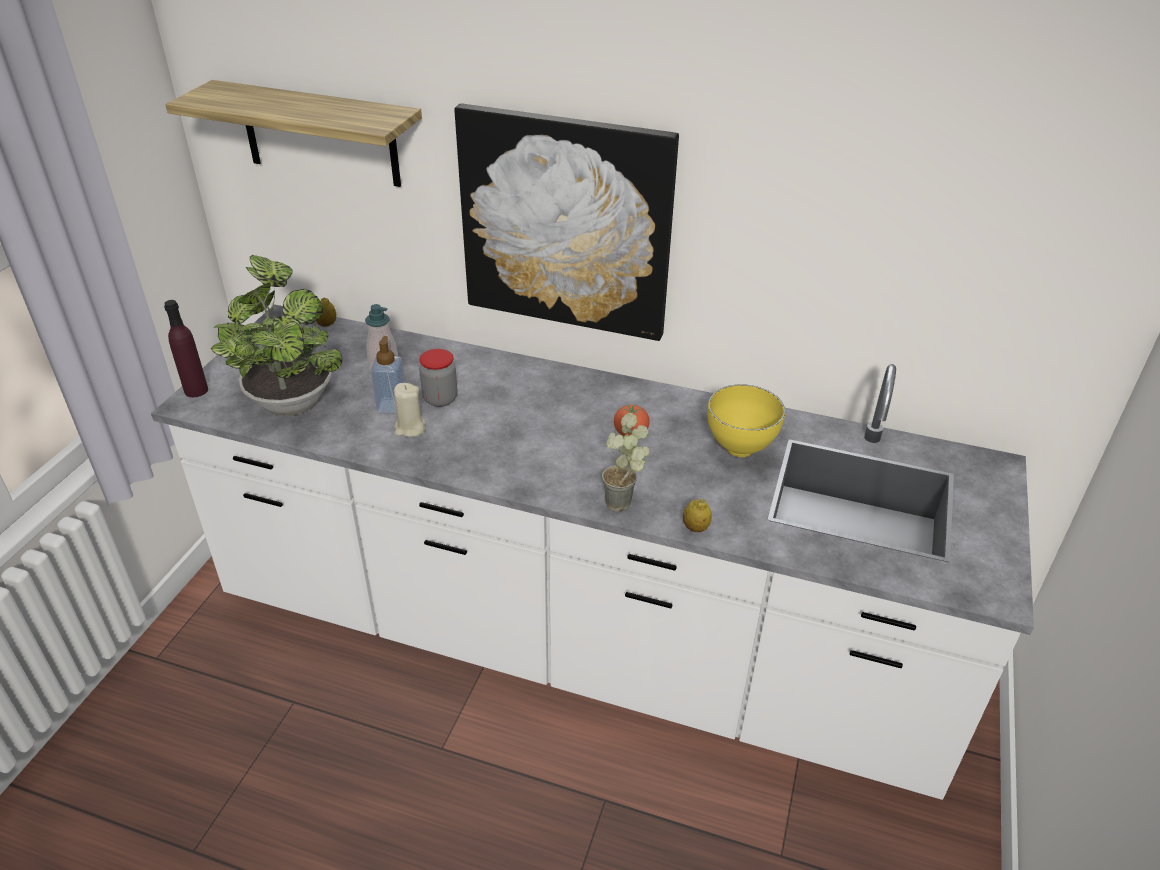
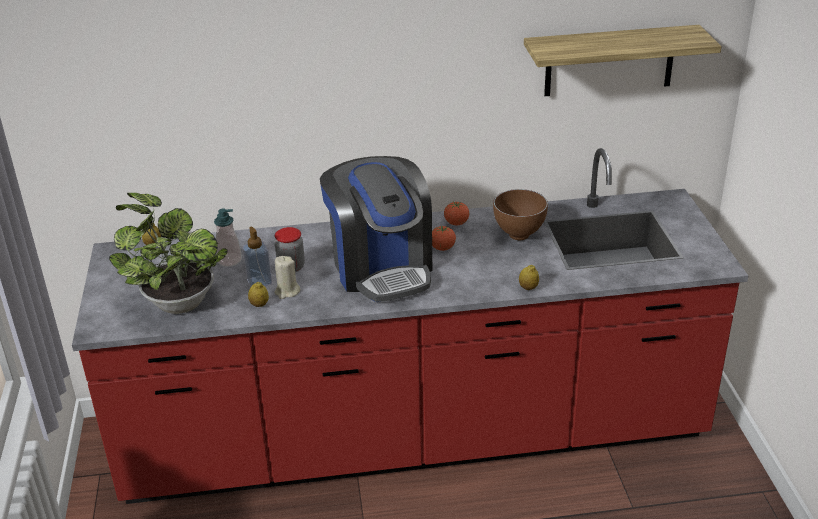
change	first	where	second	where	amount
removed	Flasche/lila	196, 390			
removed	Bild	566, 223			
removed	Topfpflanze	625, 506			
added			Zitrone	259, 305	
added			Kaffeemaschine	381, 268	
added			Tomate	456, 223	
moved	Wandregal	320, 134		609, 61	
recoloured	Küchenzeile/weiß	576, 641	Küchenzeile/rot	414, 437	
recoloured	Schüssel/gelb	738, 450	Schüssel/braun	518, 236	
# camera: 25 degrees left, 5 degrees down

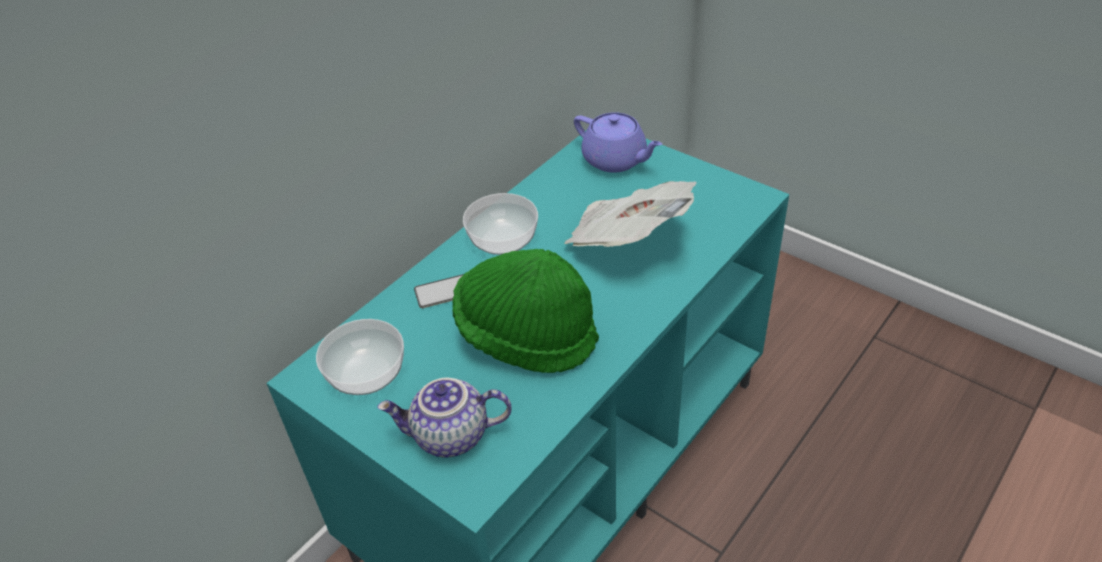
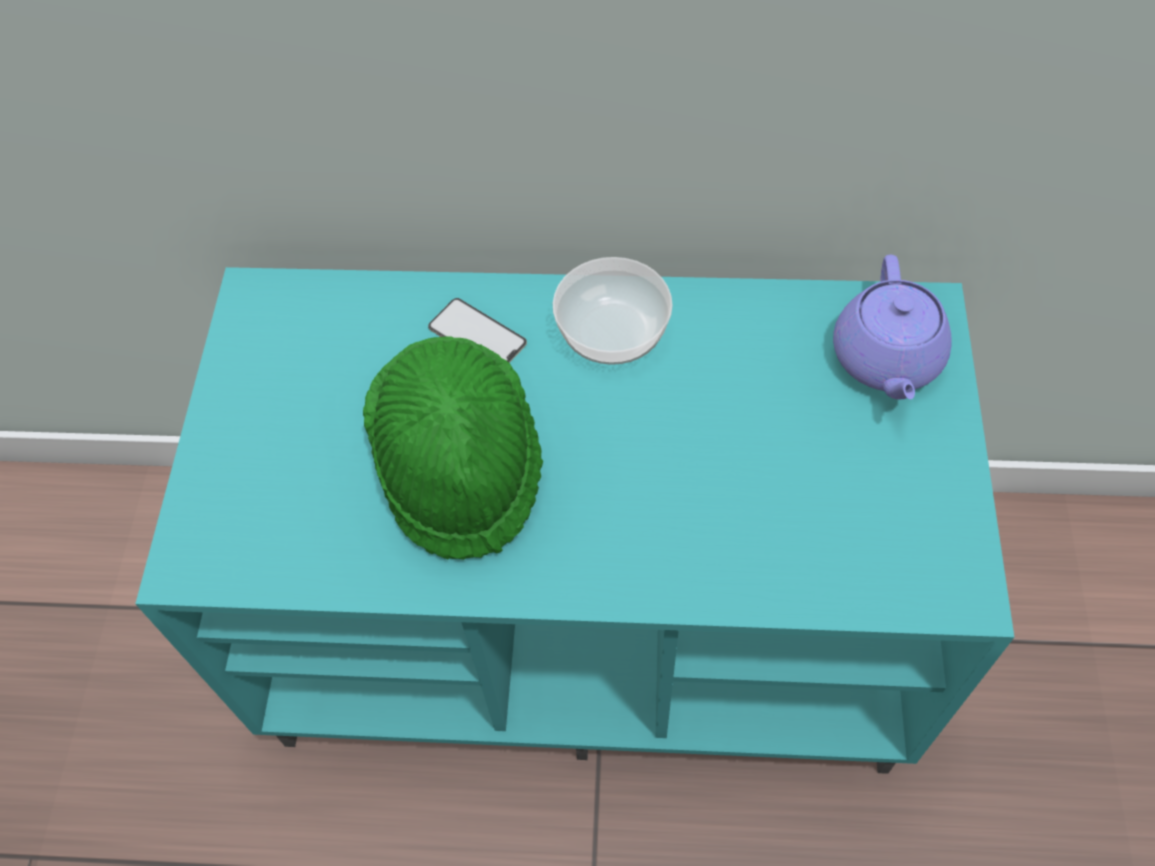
change	first	where	second	where	amount
removed	Schüssel	365, 372			
removed	Teekanne	450, 437			
removed	Zeitung	628, 240			
# camera: 55 degrees right, 15 degrees up

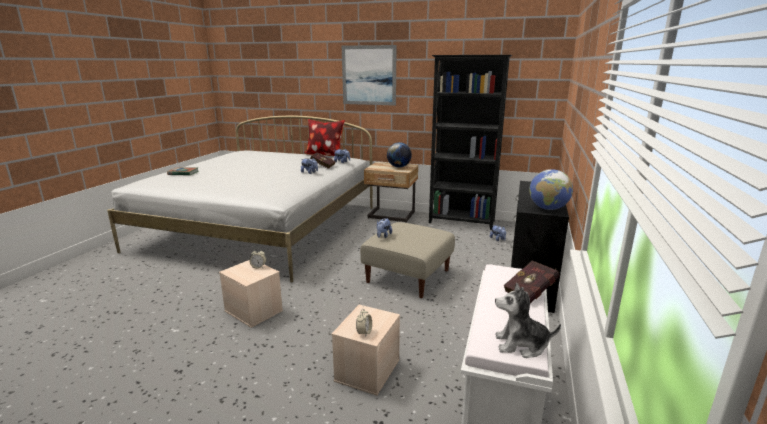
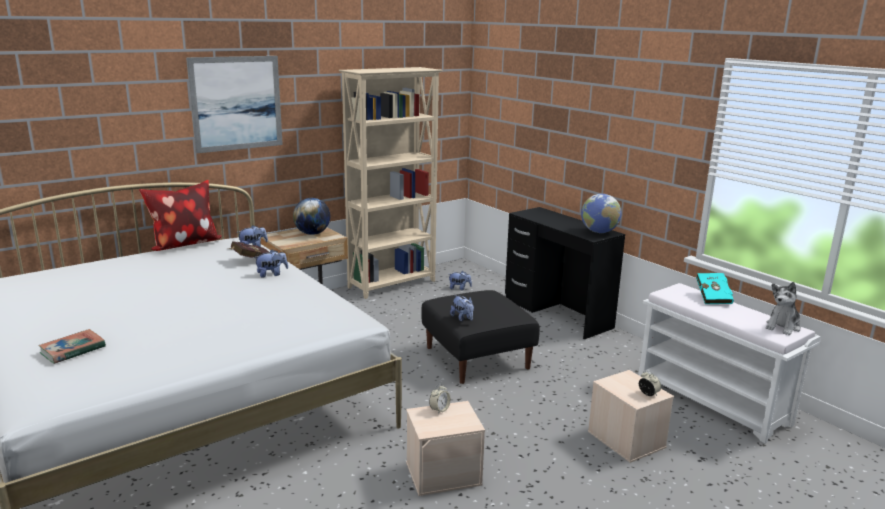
change	first	where	second	where	amount
recoloured	Polsterhocker/beige	408, 276	Polsterhocker/schwarz	478, 358	
recoloured	Bücherregal/schwarz	462, 222	Bücherregal/beige	393, 284	
recoloured	Buch/rot	532, 292	Buch/türkis	712, 297	
# camera: 55 degrees left, 0 degrees up

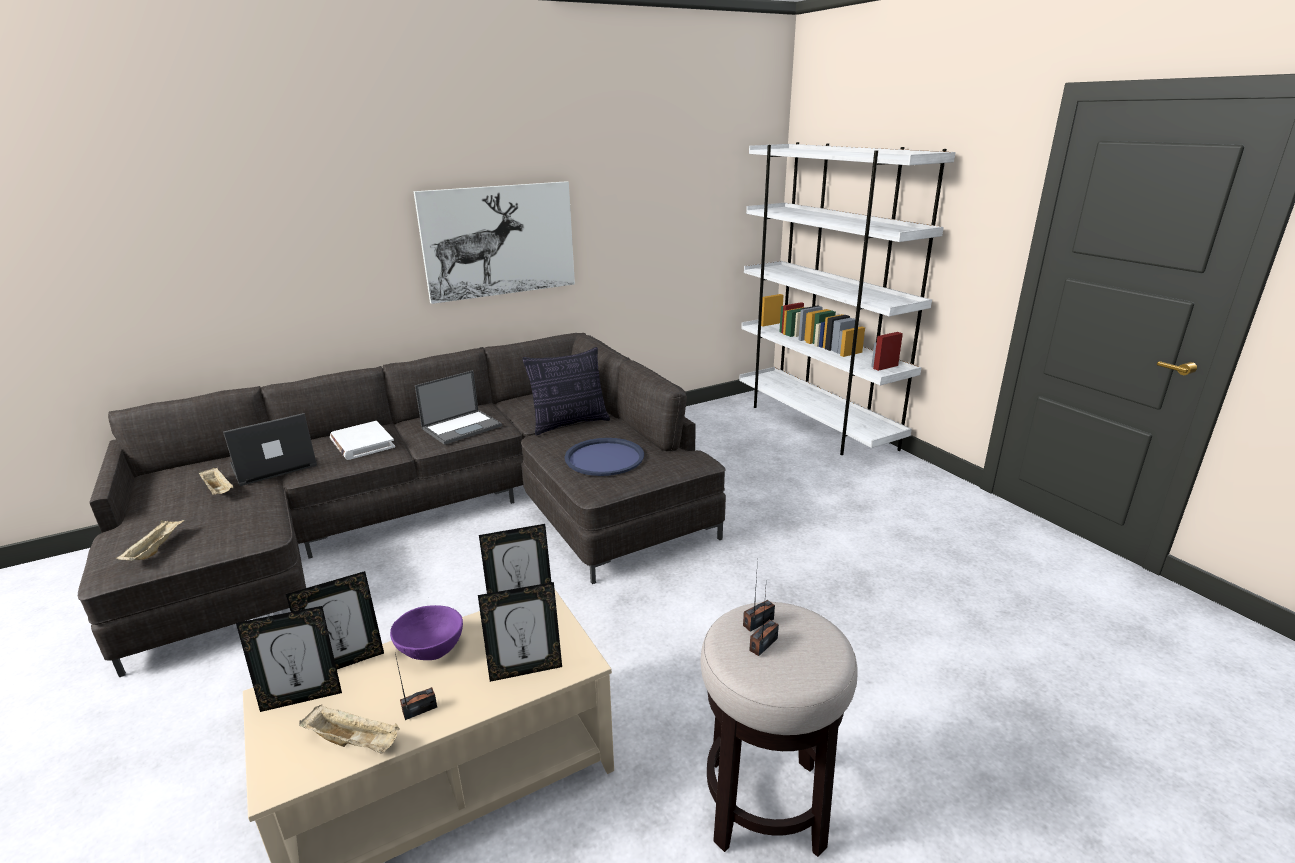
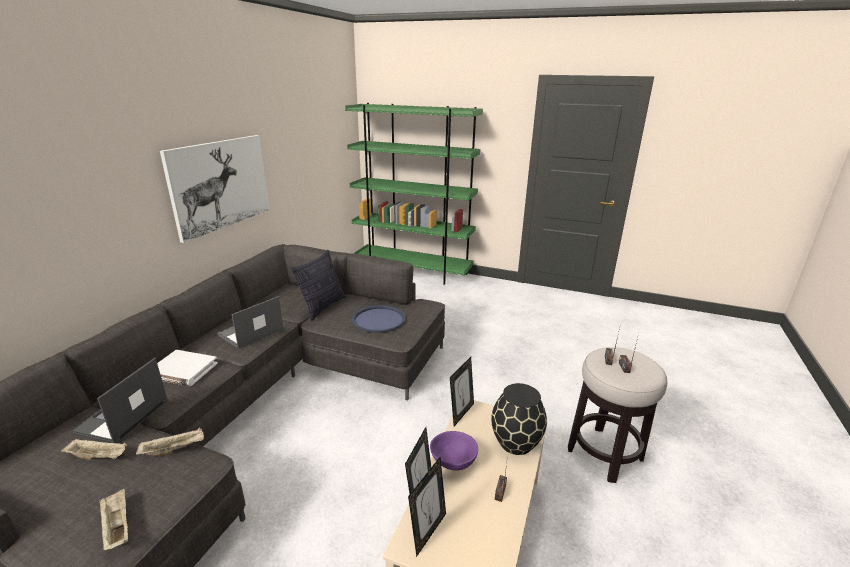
change	first	where	second	where	amount
moved	Tablett/beige	354, 741		174, 449	
replaced	Bilderrahmen	525, 670	Vase/schwarz	515, 442	
recoloured	Bücherregal/weiß	815, 424	Bücherregal/grün	413, 271	
turned	Laptop	462, 427		250, 332	150 degrees counterclockwise
# camera: 40 degrees left, 0 degrees up

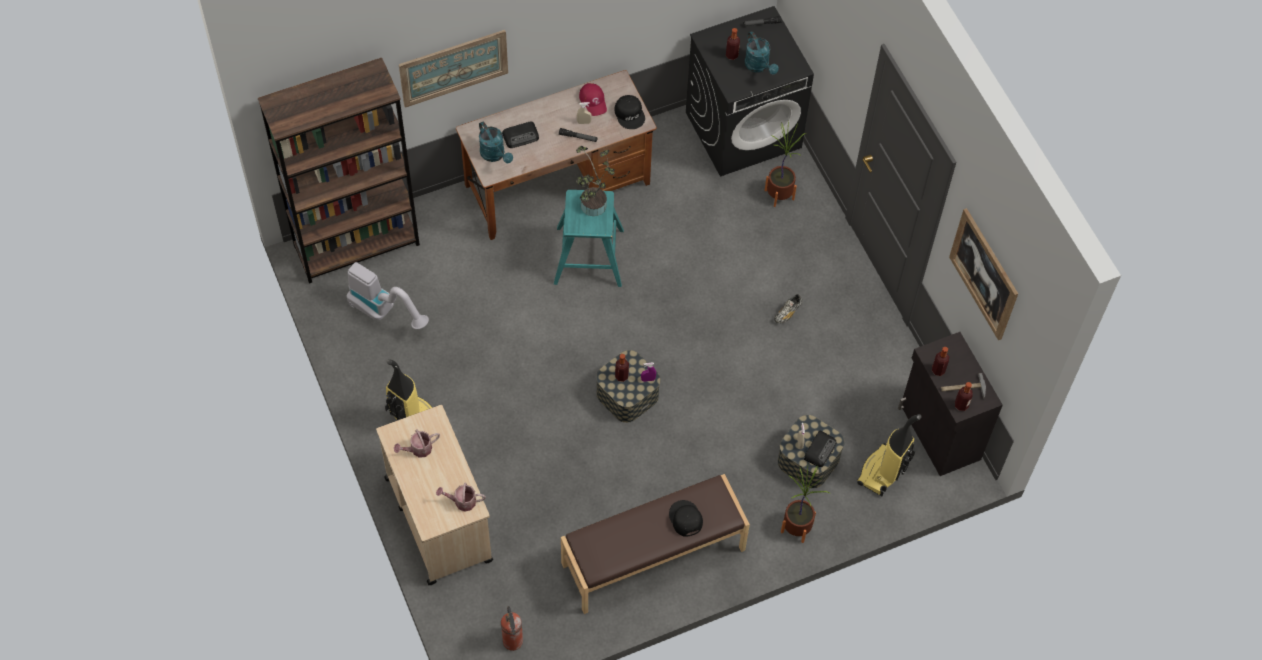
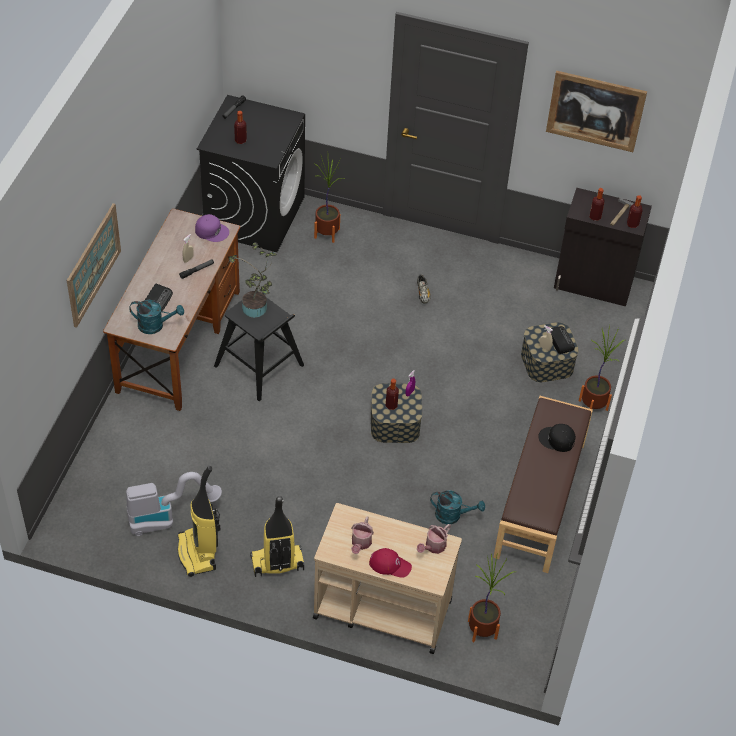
change	first	where	second	where	amount
removed	Bücherregal/braun	357, 245			
removed	Feuerlöscher	513, 642			
added			Topfpflanze	482, 630	
moved	Kappe/rot	593, 101		390, 564	
moved	Gießkanne/türkis	759, 66		453, 515	
moved	Staubsauger	882, 472		198, 553	
recoloured	Hocker/türkis	588, 257	Hocker/schwarz	259, 366	
recoloured	Kappe/schwarz	630, 114	Kappe/lila	212, 231	
# camera: 50 degrees left, 10 degrees down

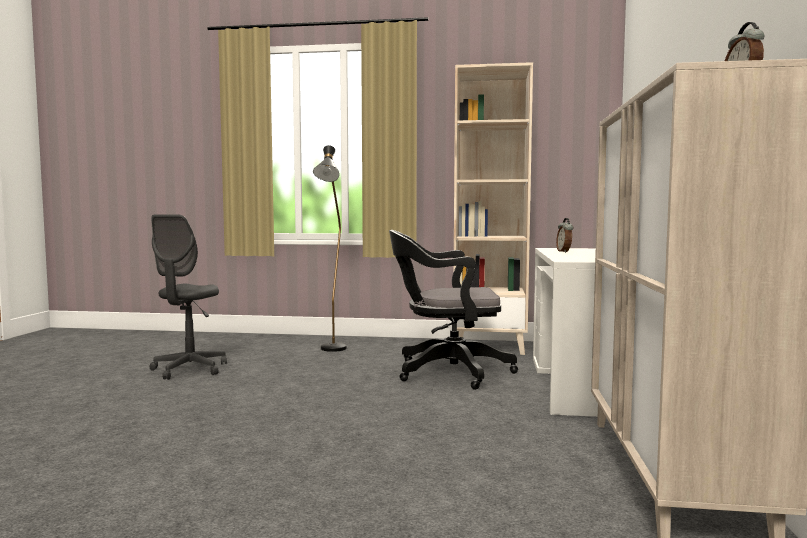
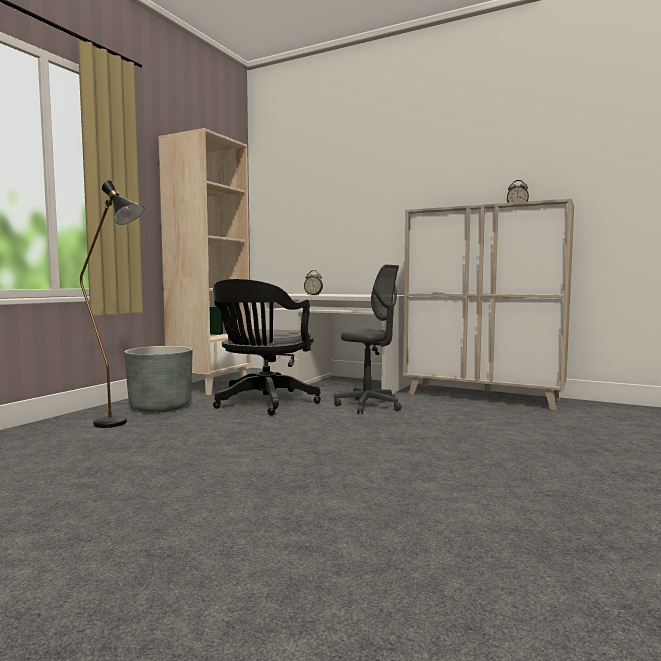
change	first	where	second	where	amount
added			Pflanzkübel/grau	160, 407	
moved	Bürostuhl/grau	189, 369		368, 406	
# camera: 70 degrees left, 0 degrees up

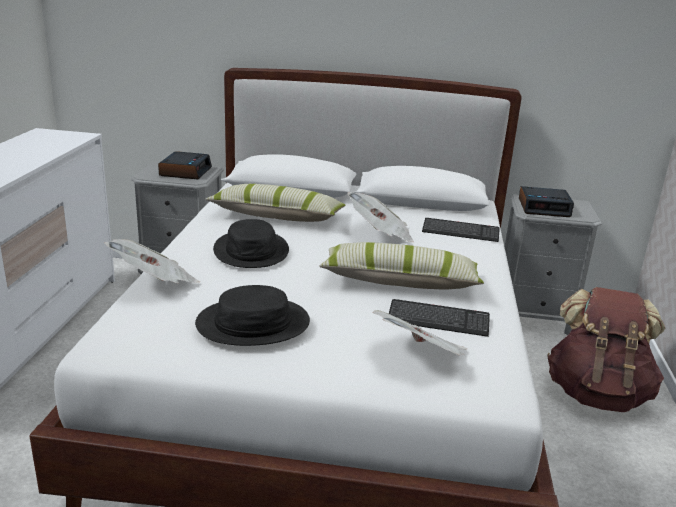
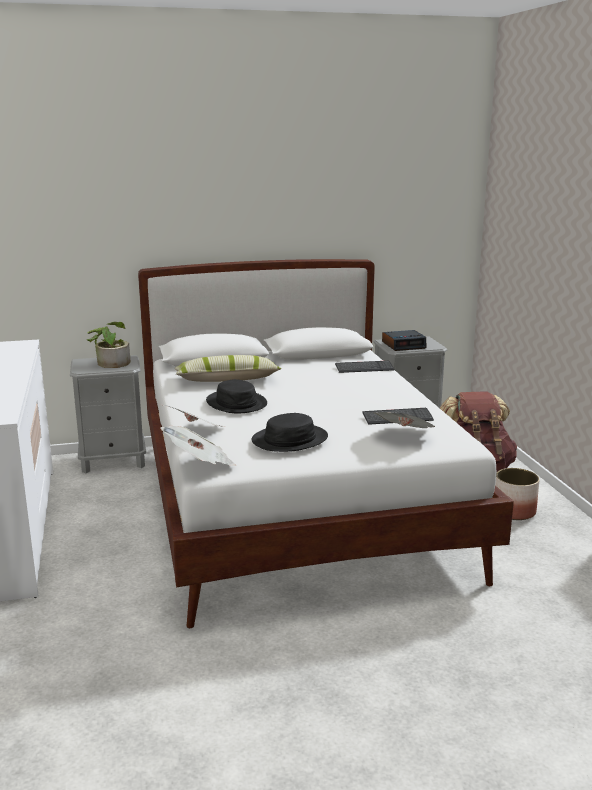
change	first	where	second	where	amount
removed	Kissen	399, 281			
added			Pflanzkübel	514, 511	
moved	Zeitung	380, 234		200, 463	
replaced	Wecker	185, 171	Topfpflanze	110, 362	
# camera: 20 degrees left, 5 degrees down

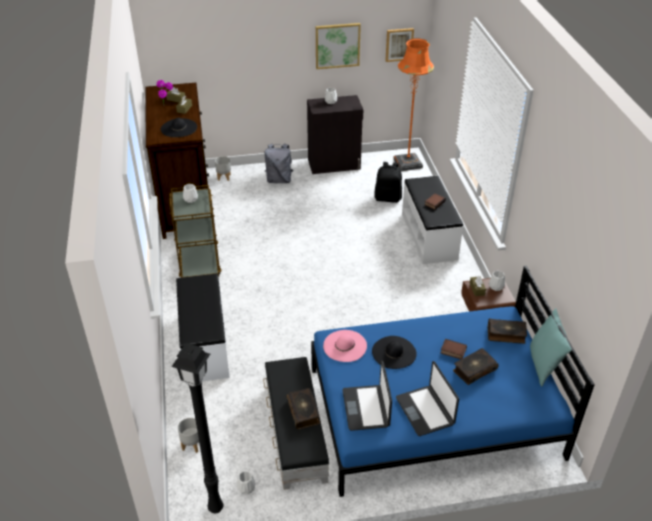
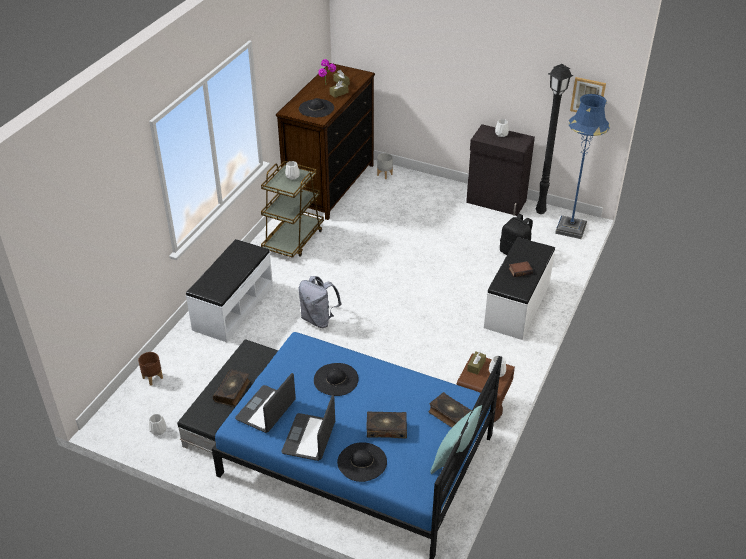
change	first	where	second	where	amount
removed	Bild	337, 45			
removed	Hut/rosa	345, 346			
removed	Buch	452, 351			
added			Hut/schwarz	362, 462	
moved	Stehlampe/schwarz	214, 508		539, 211	
moved	Rucksack/grau	279, 180		318, 319	
recoloured	Pflanzkübel/grau	192, 444	Pflanzkübel/braun	153, 377	
recoloured	Stehlampe/orange	408, 163	Stehlampe/blau	571, 228	
# camera: 35 degrees right, 0 degrees up

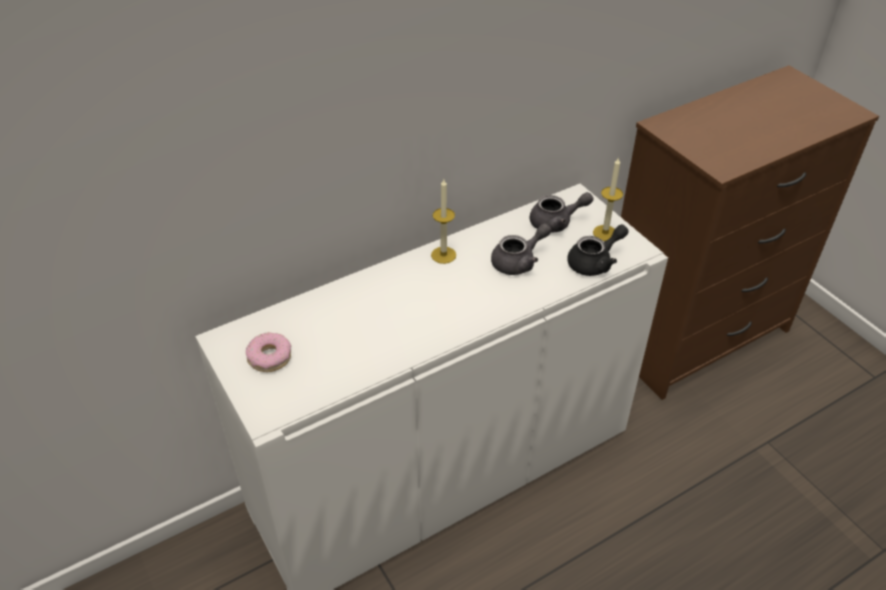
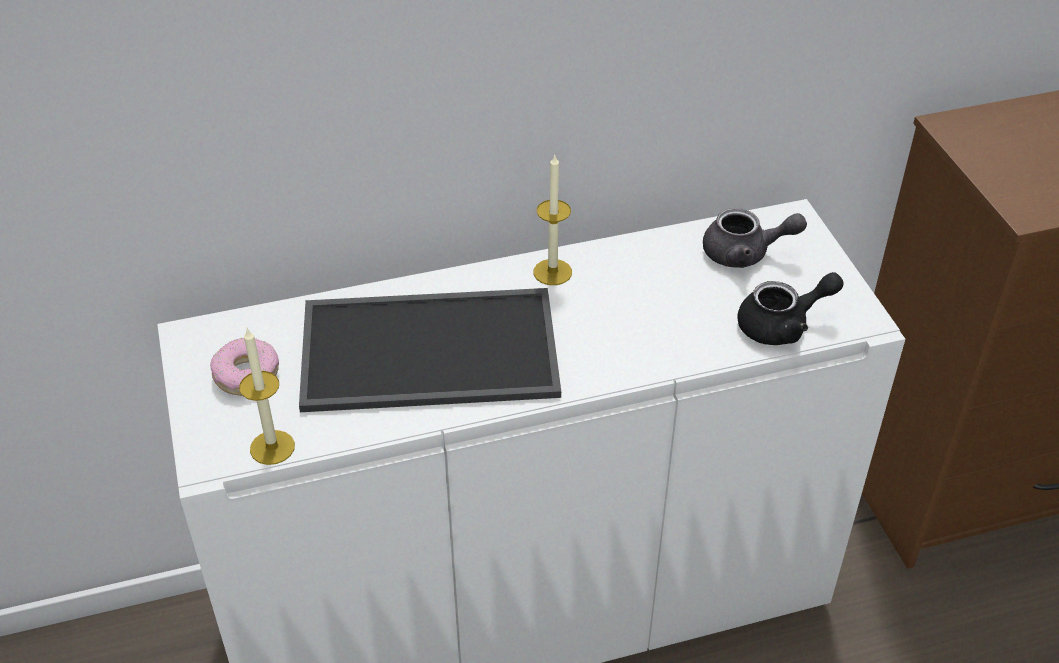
change	first	where	second	where	amount
removed	Teekanne/grau	519, 261			
added			Tablett	432, 347	
moved	Kerze	605, 233		272, 447	
# camera: 15 degrees right, 0 degrees up

